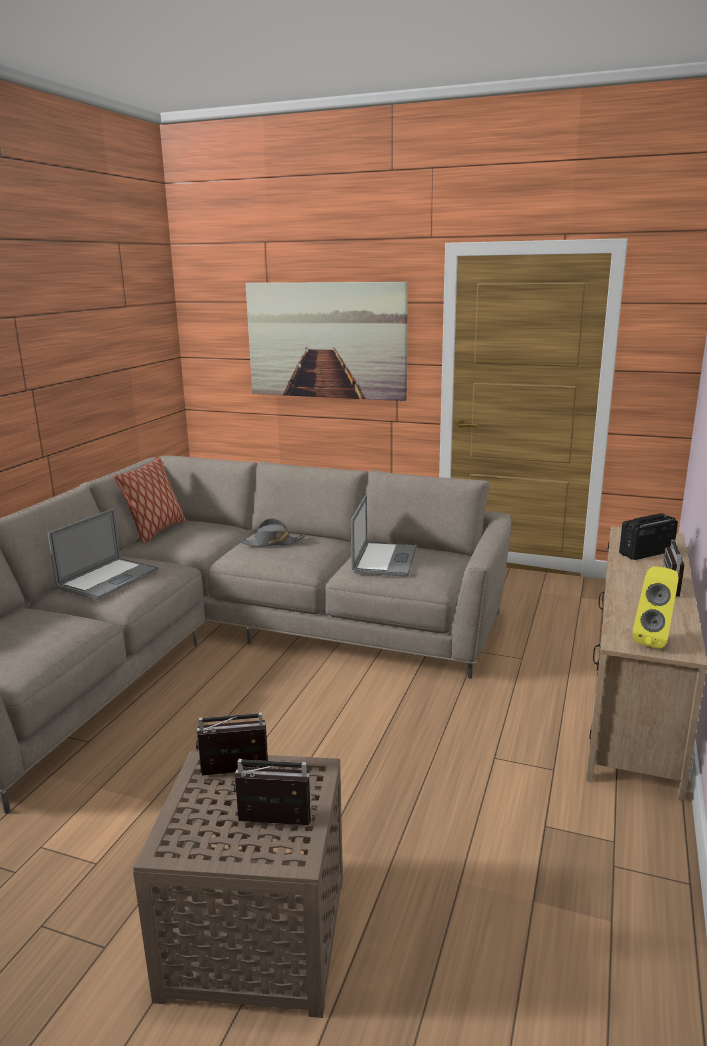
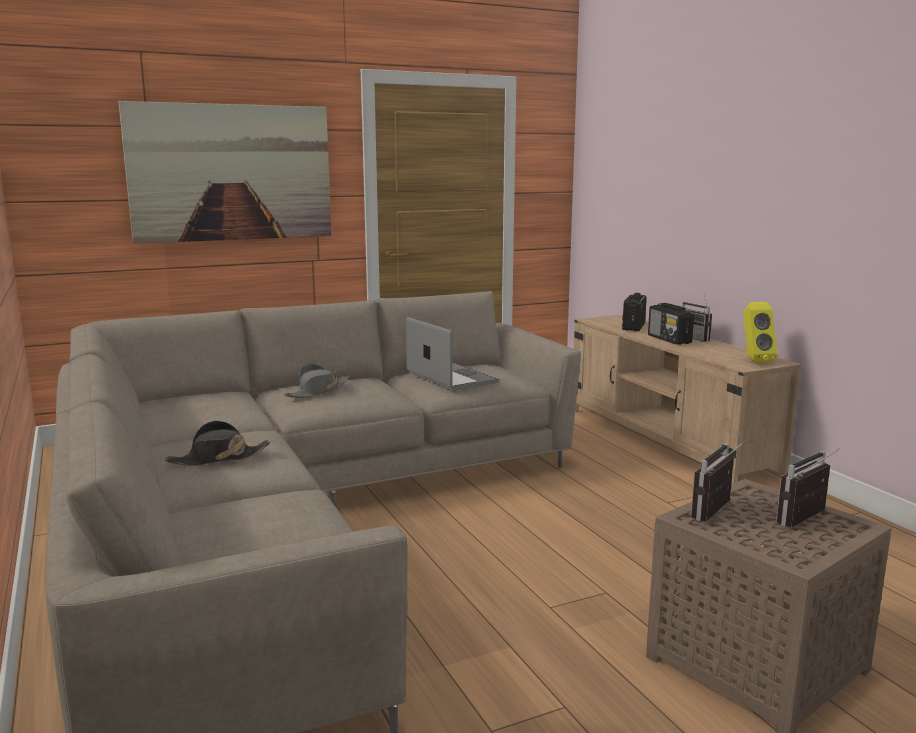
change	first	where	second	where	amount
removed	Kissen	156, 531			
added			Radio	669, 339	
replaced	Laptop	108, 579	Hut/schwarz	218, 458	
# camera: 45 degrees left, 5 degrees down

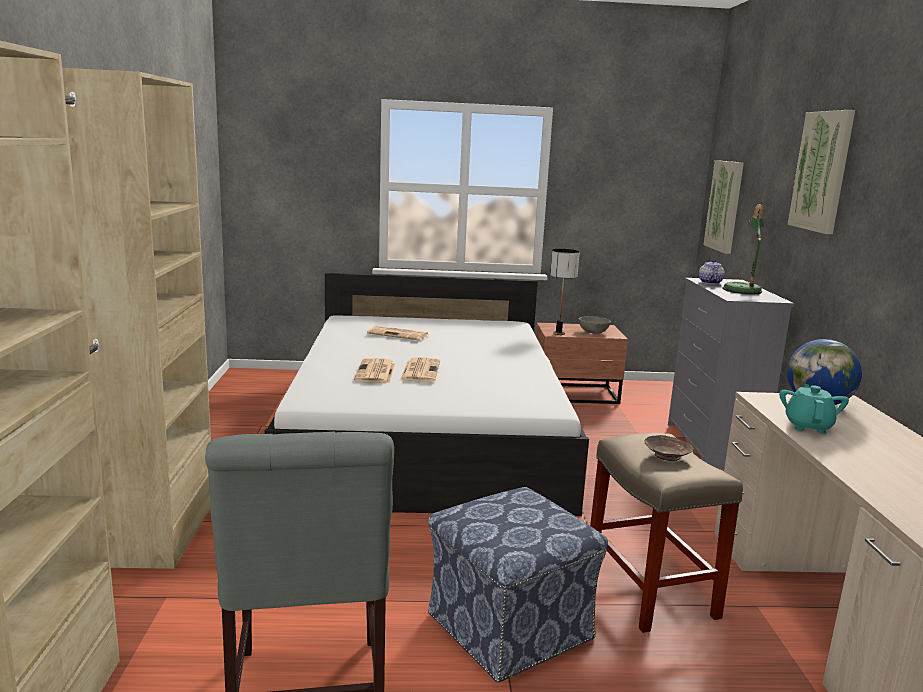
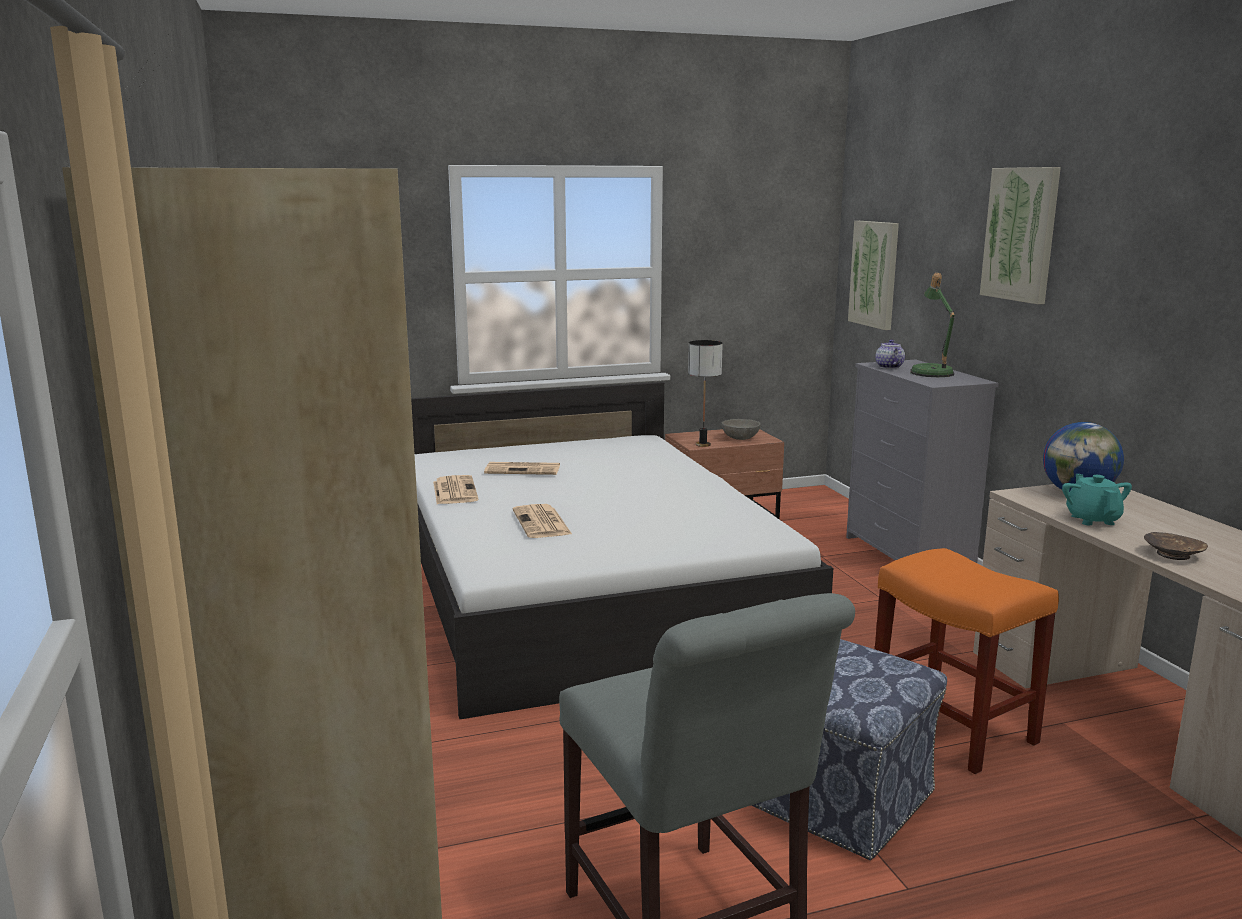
change	first	where	second	where	amount
moved	Zeitung	420, 370		454, 491	
moved	Schüssel/braun	667, 455		1173, 554	
recoloured	Hocker/beige	648, 589	Hocker/orange	949, 726	
# camera: 15 degrees left, 0 degrees up

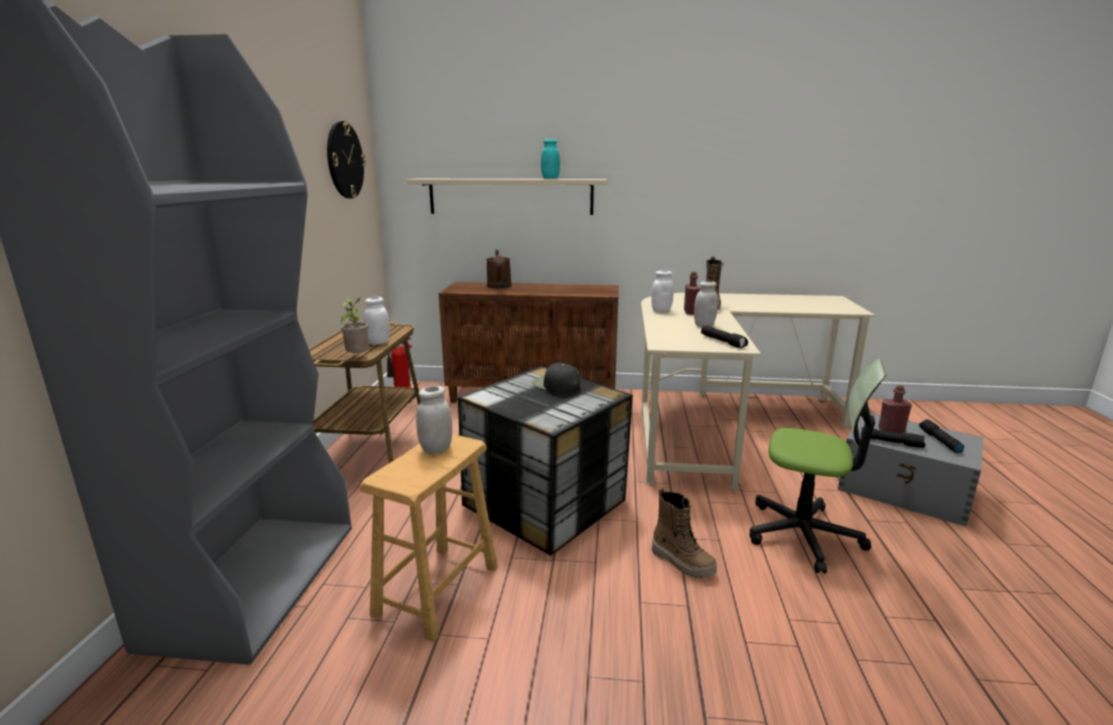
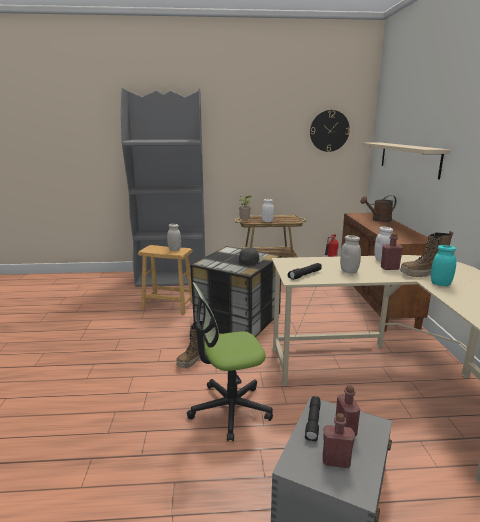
change	first	where	second	where	amount
moved	Vorratsglas/türkis	550, 178		440, 284	
replaced	Taschenlampe/schwarz	939, 441	Flasche/rot	336, 461	
turned	Bürostuhl	803, 534		230, 409	60 degrees clockwise
# camera: 80 degrees right, 0 degrees up

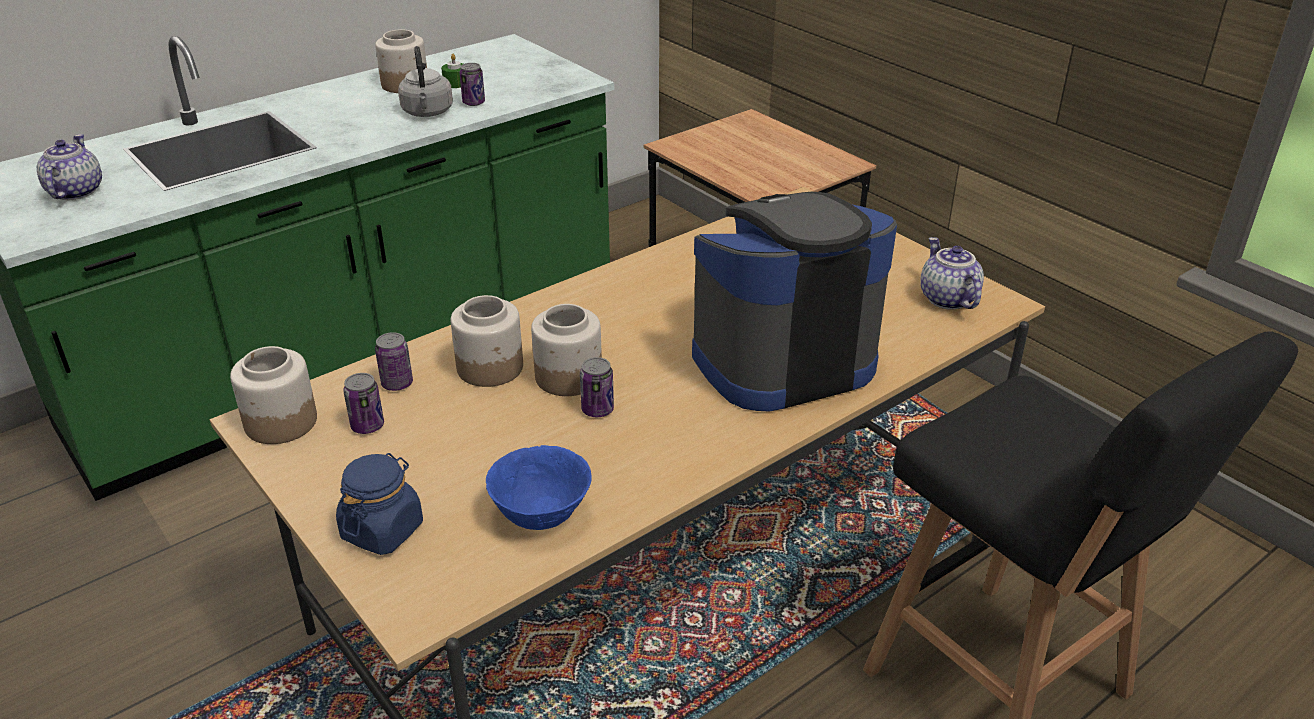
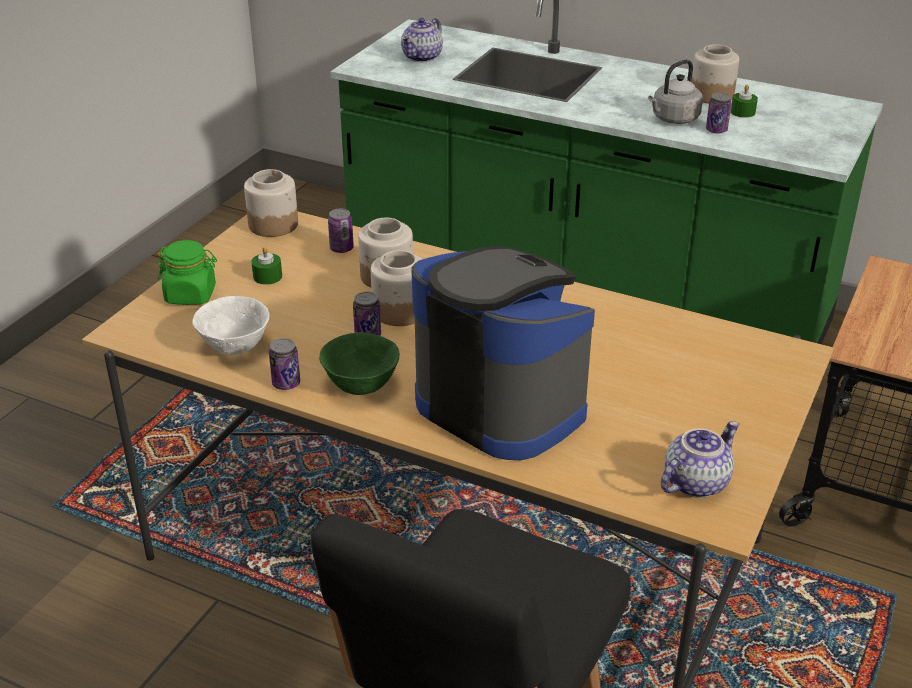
change	first	where	second	where	amount
added			Kerze/grün	267, 276	
added			Schüssel/grün	361, 386	
moved	Dose	367, 426		286, 383	
recoloured	Vorratsglas/blau	382, 530	Vorratsglas/grün	191, 295	
recoloured	Schüssel/blau	542, 516	Schüssel/weiß	235, 348	
turned	Teekanne	75, 192		422, 57	150 degrees clockwise
# camera: 65 degrees right, 0 degrees up

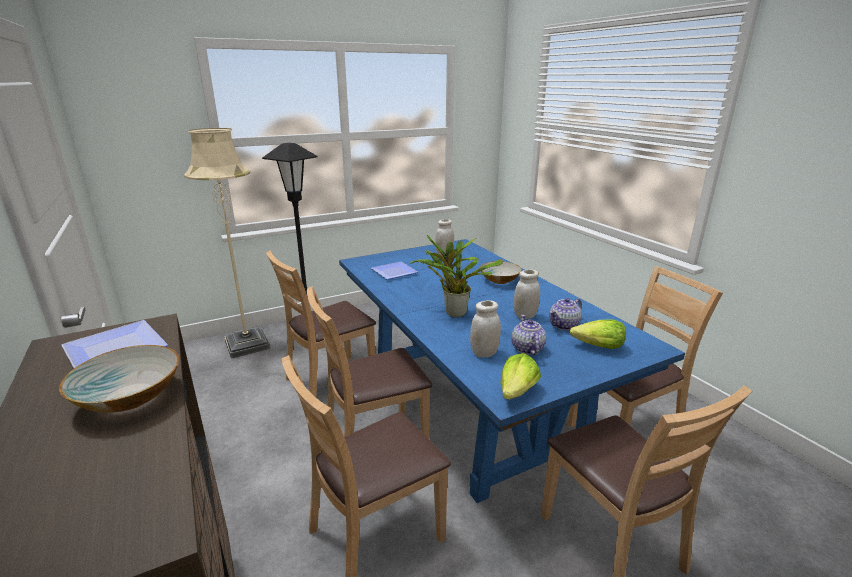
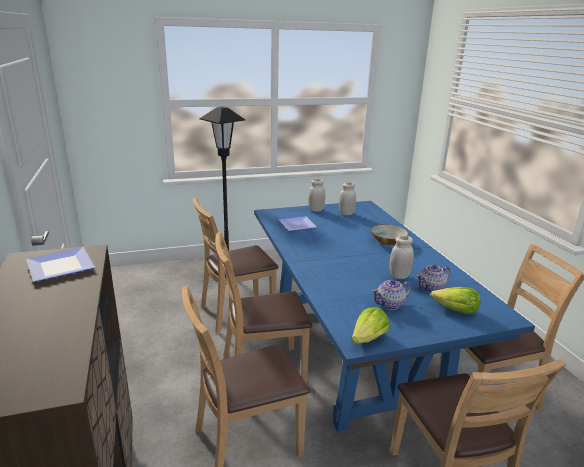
change	first	where	second	where	amount
removed	Schüssel	129, 397			
removed	Stehlampe/beige	247, 345			
removed	Topfpflanze	453, 312			
moved	Vorratsglas/weiß	484, 353		316, 210	
turned	Teekanne	527, 349		390, 304	120 degrees counterclockwise
# camera: 10 degrees right, 0 degrees up

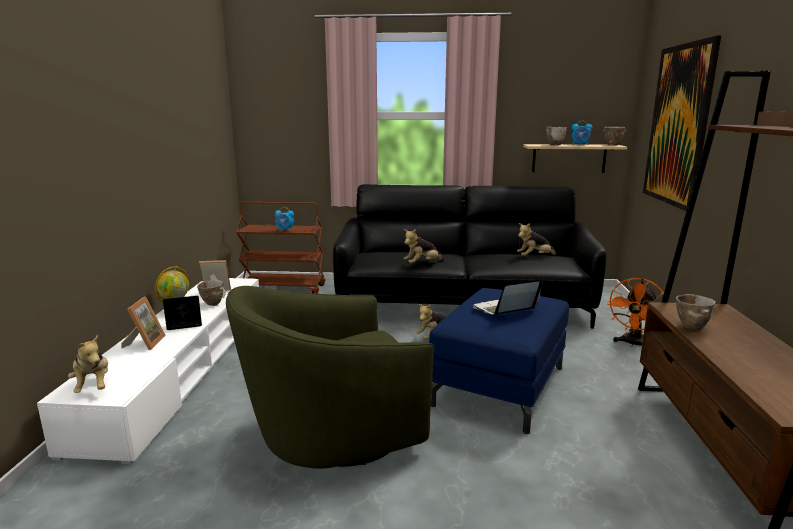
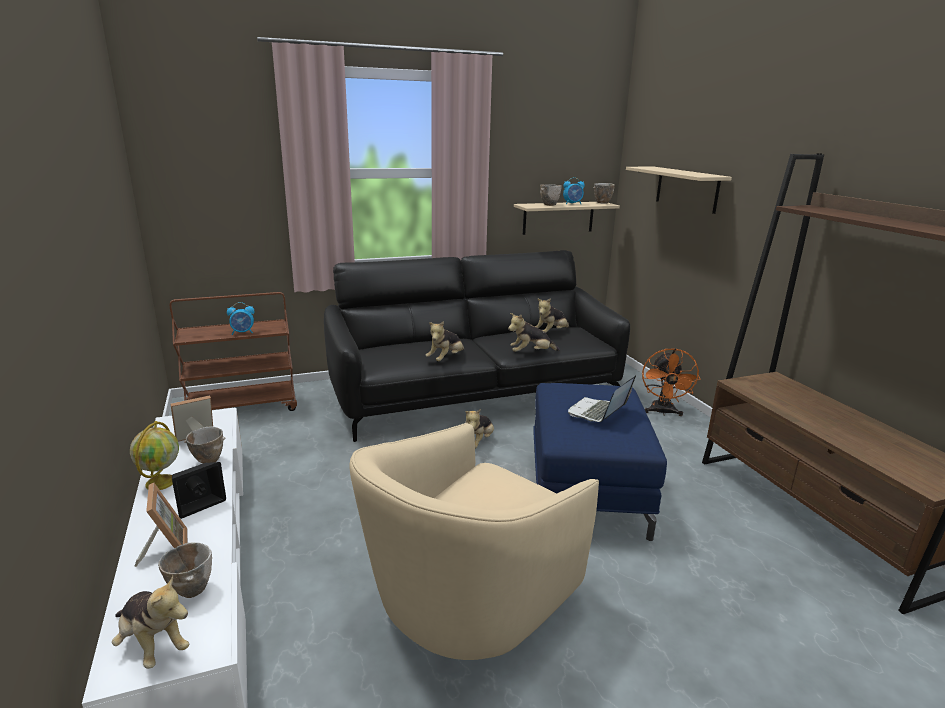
change	first	where	second	where	amount
added			Plüschtier	531, 353	
moved	Schüssel	690, 327		192, 589	
replaced	Bild	678, 125	Wandregal/beige	686, 189	
recoloured	Sessel/grün	333, 434	Sessel/beige	468, 601	
# camera: 25 degrees left, 5 degrees up

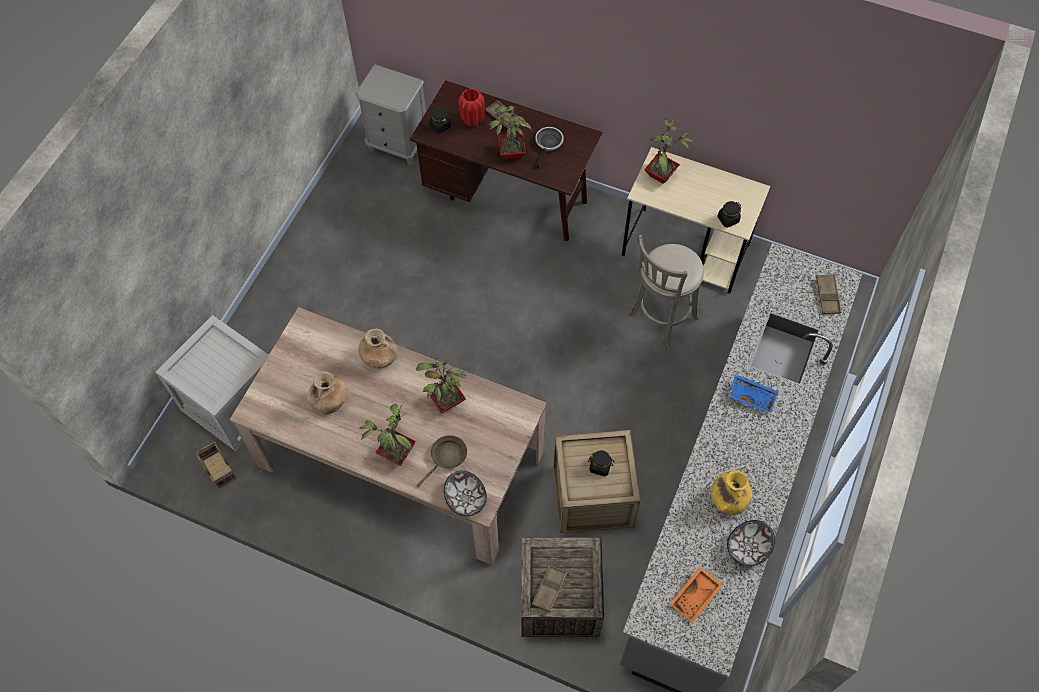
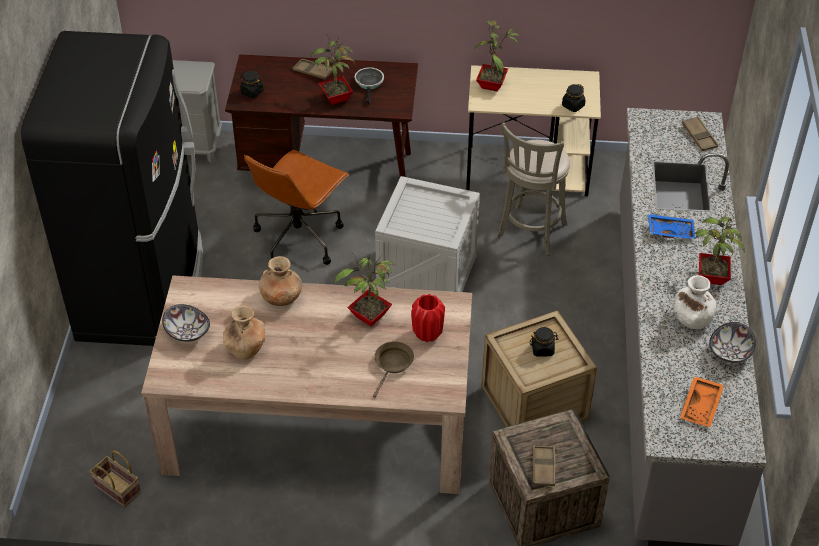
change	first	where	second	where	amount
added			Kühlschrank/schwarz	143, 289	
added			Bürostuhl/braun	299, 238	
moved	Kiste	233, 402		425, 275	
moved	Topfpflanze	395, 452		710, 277	
moved	Schüssel	466, 498		188, 332	
moved	Vase/rot	472, 120		428, 334	
recoloured	Vase/gelb	728, 499	Vase/weiß	691, 318	
# camera: 20 degrees left, 15 degrees down

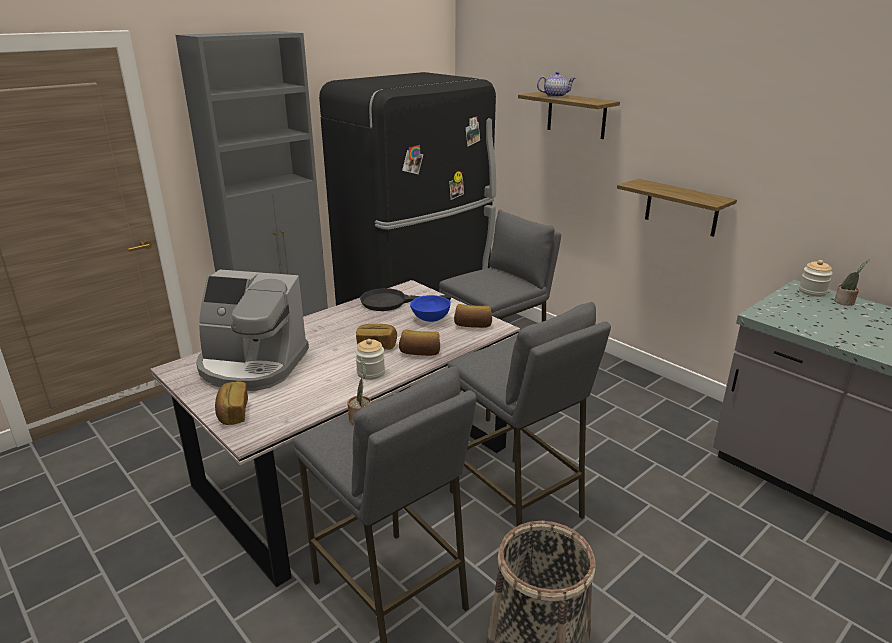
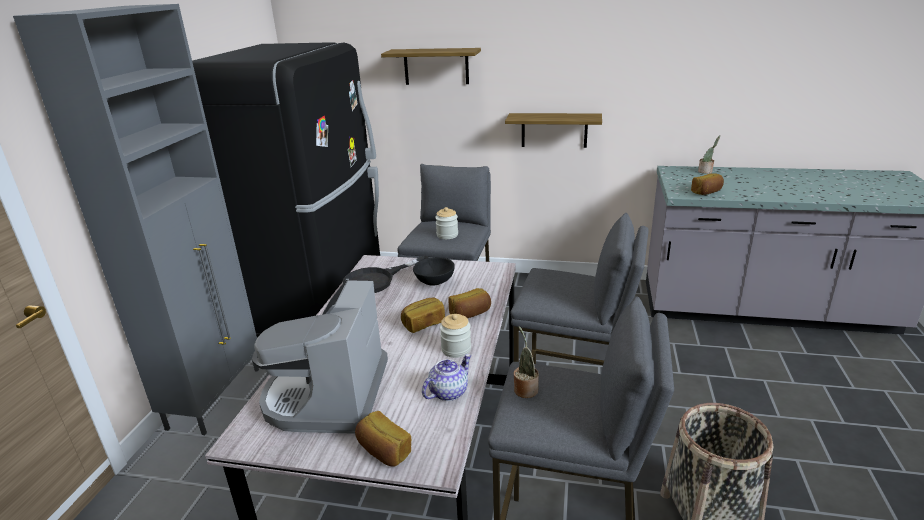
change	first	where	second	where	amount
moved	Brot	473, 325		707, 192	
moved	Teekanne	555, 96		448, 392	
moved	Vorratsglas	812, 292		447, 235	
recoloured	Schüssel/blau	430, 319	Schüssel/schwarz	435, 283	
turned	Kaffeemaschine	252, 365		328, 395	120 degrees clockwise
# camera: 35 degrees left, 0 degrees up

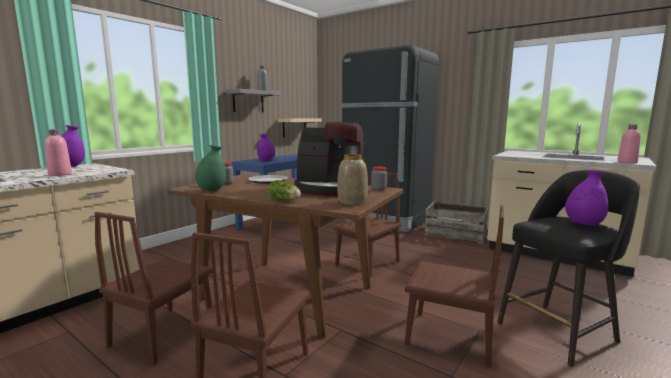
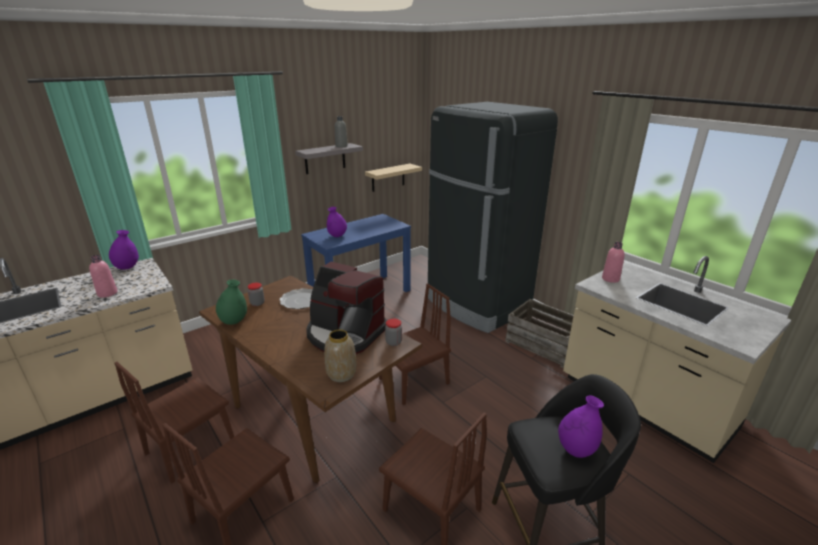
change	first	where	second	where	amount
removed	Salatkopf	285, 200			
moved	Flasche/rosa	627, 162		610, 279	
# camera: 15 degrees right, 15 degrees up

